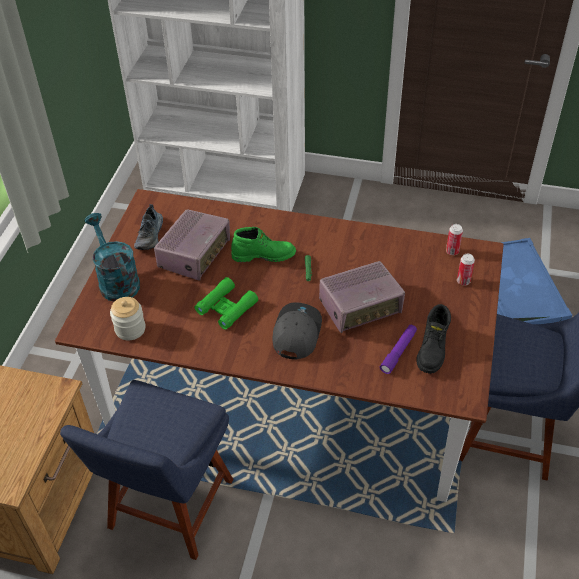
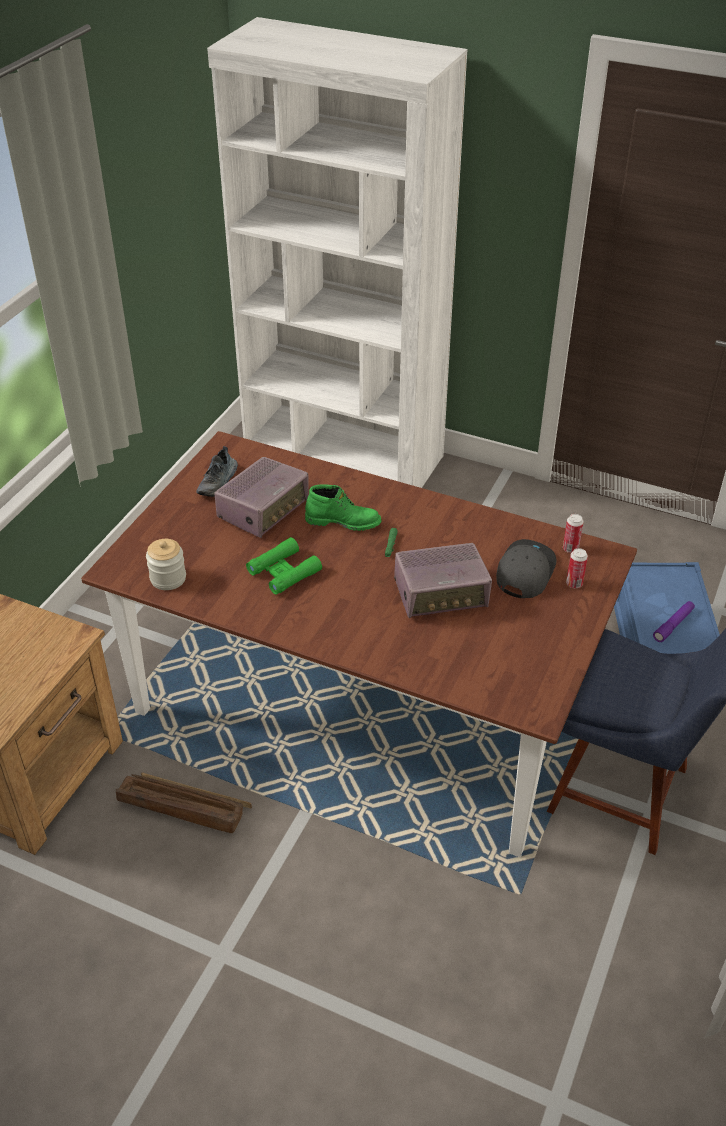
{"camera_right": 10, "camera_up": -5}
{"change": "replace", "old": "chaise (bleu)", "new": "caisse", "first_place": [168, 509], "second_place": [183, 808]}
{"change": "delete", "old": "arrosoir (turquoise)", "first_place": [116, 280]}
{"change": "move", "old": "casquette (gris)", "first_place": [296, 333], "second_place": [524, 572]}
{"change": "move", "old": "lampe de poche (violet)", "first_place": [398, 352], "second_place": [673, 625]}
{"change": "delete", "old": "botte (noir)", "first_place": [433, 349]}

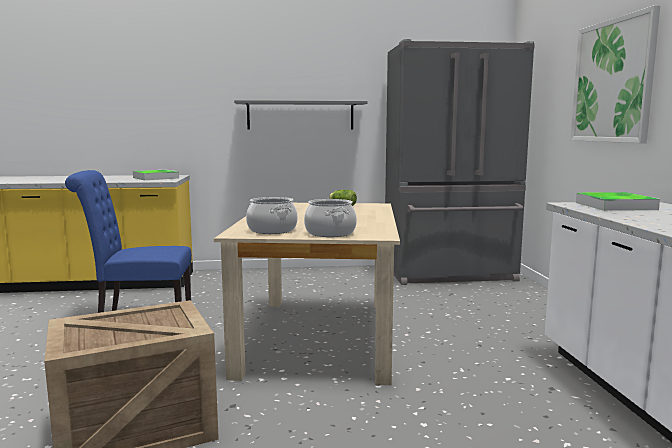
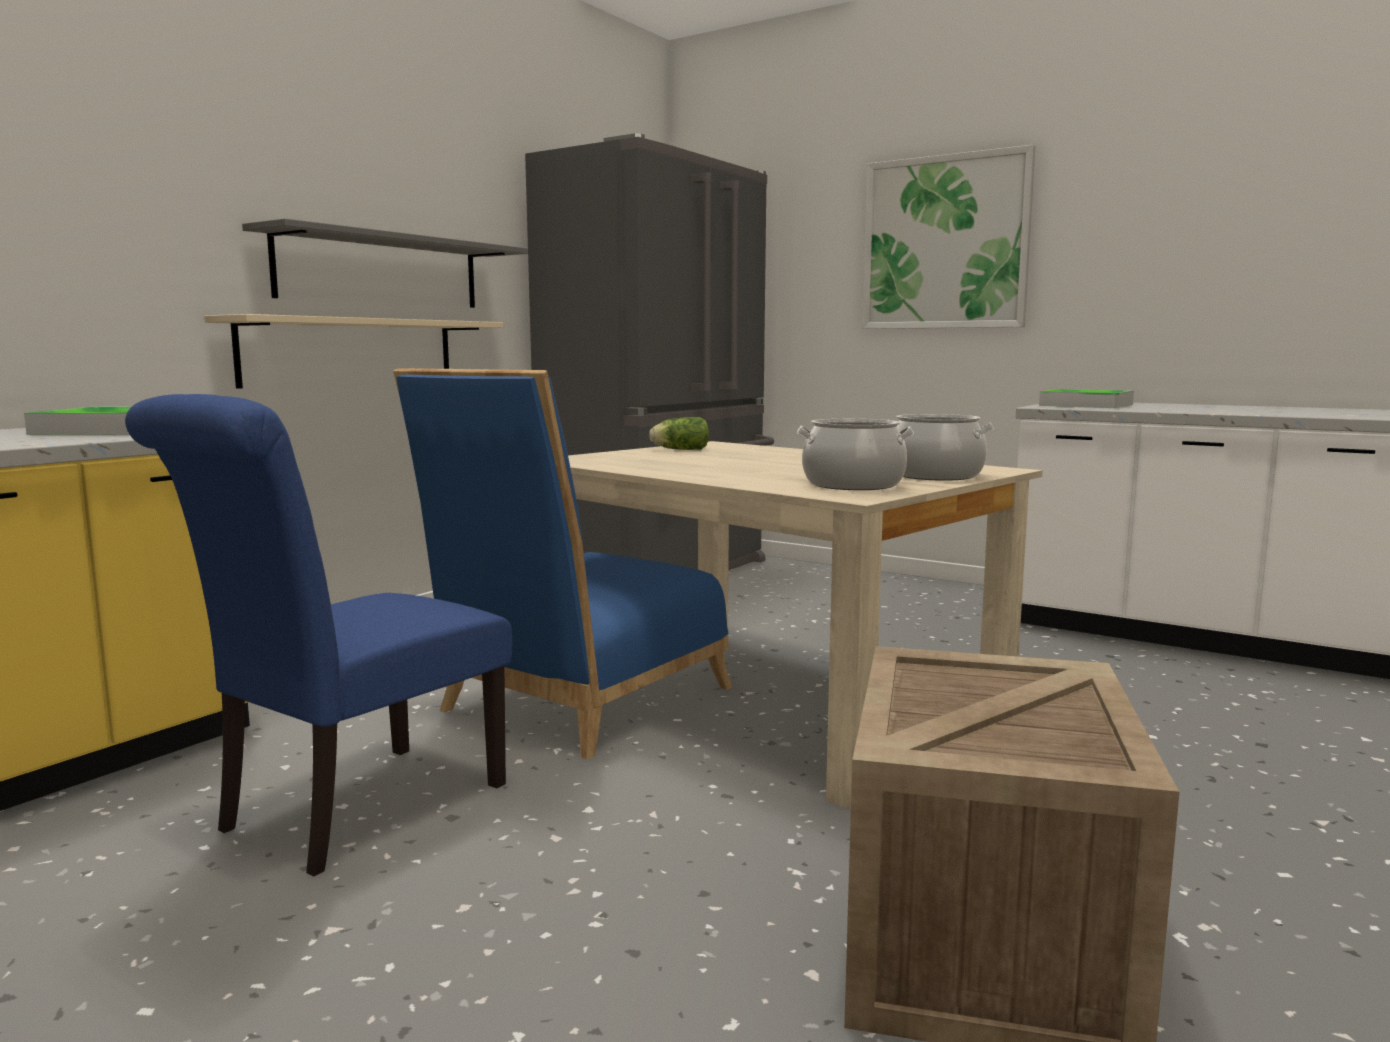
{"camera_right": -50, "camera_up": 0}
{"change": "insert", "new": "étagère (beige)", "second_place": [351, 352]}
{"change": "insert", "new": "chaise (bleu)", "second_place": [576, 704]}

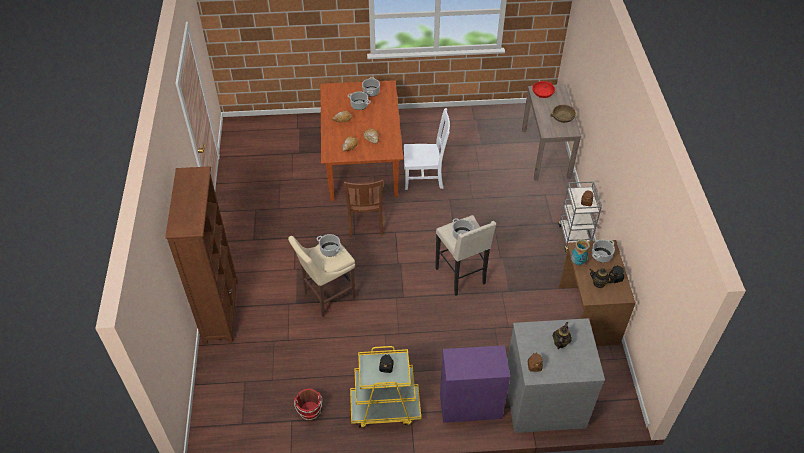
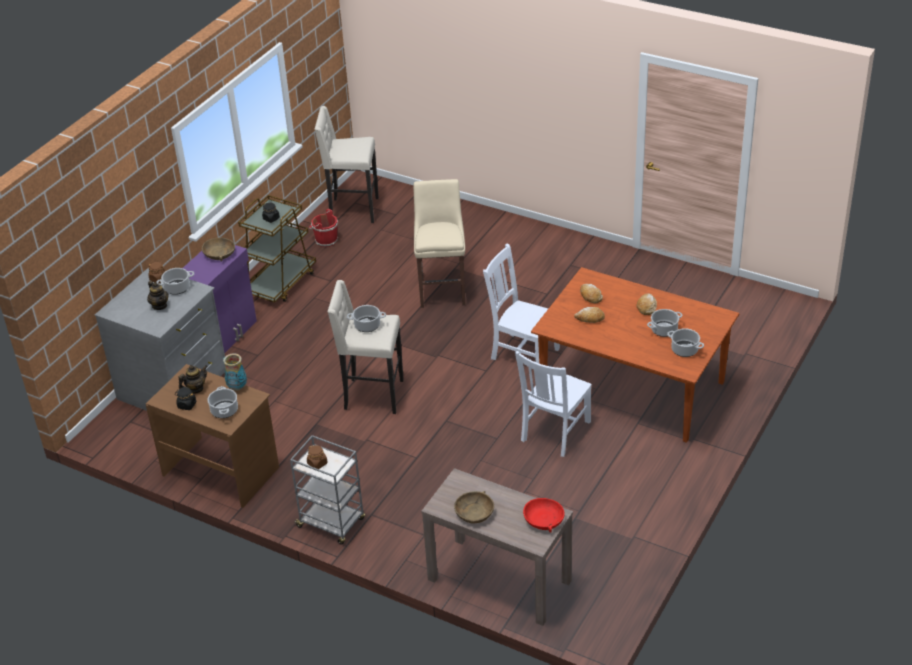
{"camera_right": 125, "camera_up": -10}
{"change": "delete", "old": "bibliothèque (marron)", "first_place": [221, 311]}
{"change": "move", "old": "marmite", "first_place": [330, 250], "second_place": [177, 288]}
{"change": "recolor", "old": "chaise (marron)", "new": "chaise (blanc)", "first_place": [365, 222], "second_place": [523, 353]}
{"change": "recolor", "old": "chariot (jaune)", "new": "chariot (marron)", "first_place": [385, 408], "second_place": [280, 283]}
{"change": "insert", "new": "bol (marron)", "second_place": [219, 253]}
{"change": "insert", "new": "tabouret (beige)", "second_place": [352, 210]}

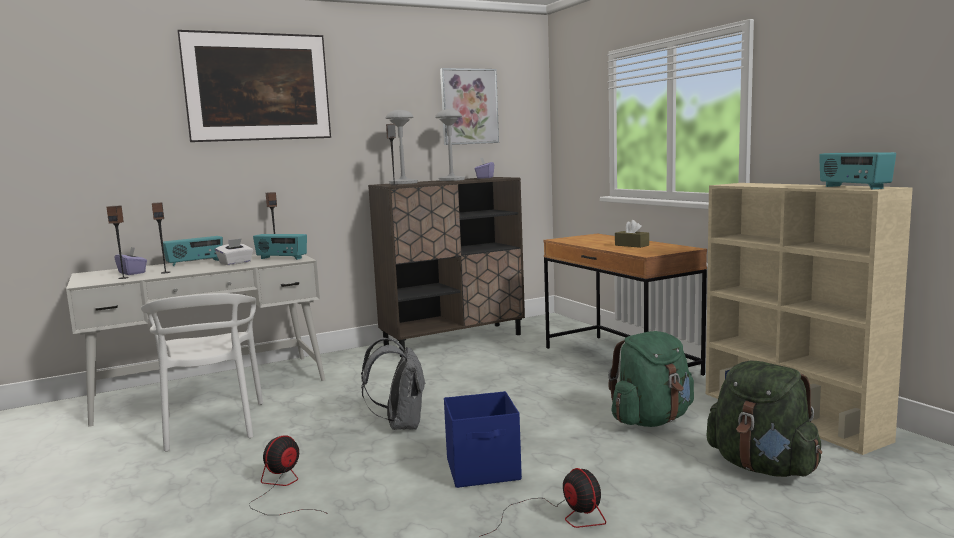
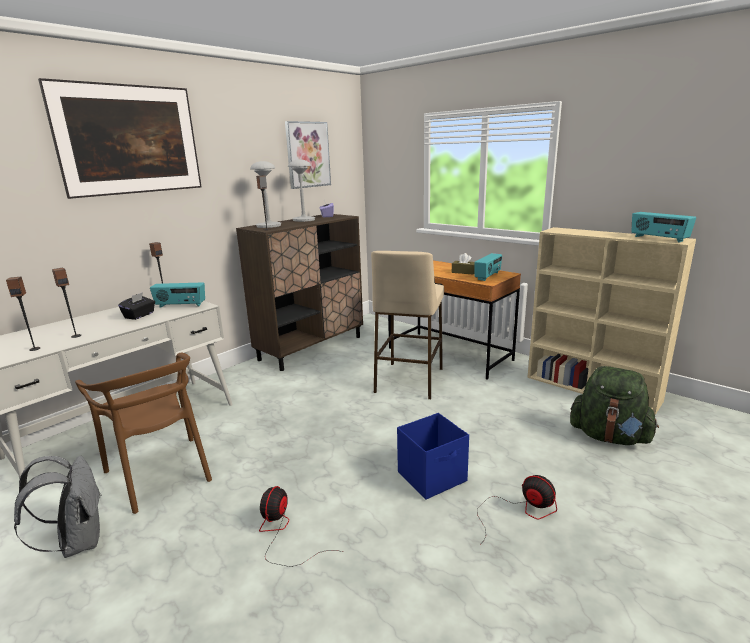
{"camera_right": -20, "camera_up": 10}
{"change": "delete", "old": "boîte à mouchoirs (violet)", "first_place": [132, 273]}
{"change": "recolor", "old": "chaise (blanc)", "new": "chaise (marron)", "first_place": [212, 425], "second_place": [161, 473]}
{"change": "move", "old": "radio", "first_place": [195, 263], "second_place": [488, 276]}
{"change": "recolor", "old": "boîte à mouchoirs (blanc)", "new": "boîte à mouchoirs (noir)", "first_place": [236, 263], "second_place": [139, 315]}
{"change": "move", "old": "sac à dos (gris)", "first_place": [400, 425], "second_place": [78, 542]}
{"change": "delete", "old": "sac à dos (vert)", "first_place": [651, 420]}
{"change": "insert", "new": "tabouret (beige)", "second_place": [409, 380]}

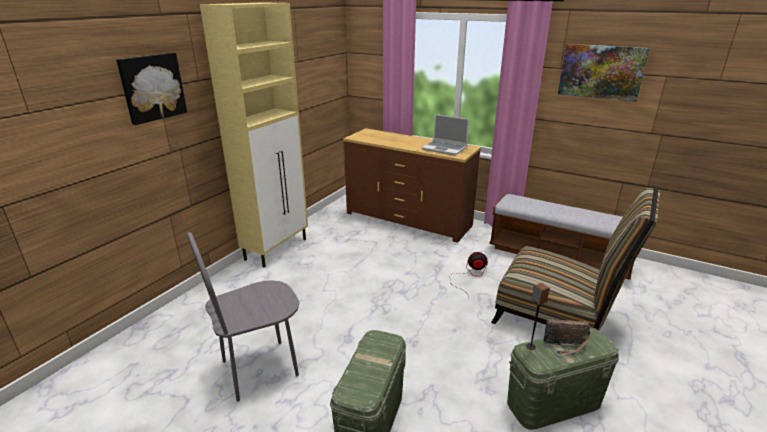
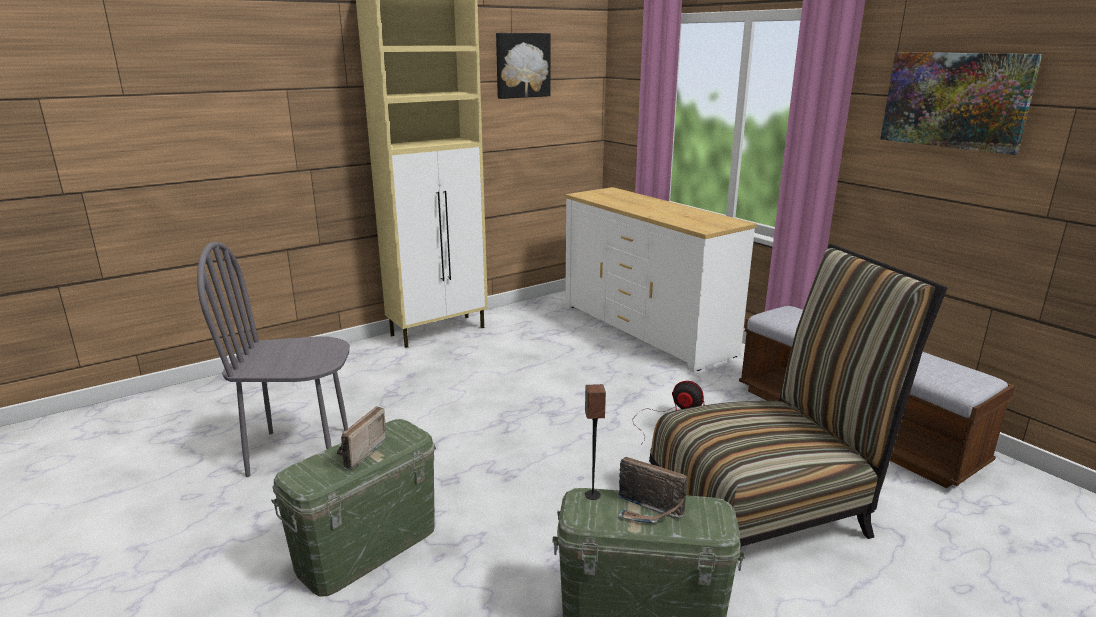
{"camera_right": 25, "camera_up": -5}
{"change": "move", "old": "tableau", "first_place": [152, 87], "second_place": [522, 65]}
{"change": "recolor", "old": "commode (marron)", "new": "commode (blanc)", "first_place": [408, 219], "second_place": [646, 330]}
{"change": "delete", "old": "ordinateur portable", "first_place": [445, 149]}
{"change": "rotate", "old": "chaise", "first_place": [558, 318], "second_place": [766, 507], "degrees": -75}
{"change": "insert", "new": "radio", "second_place": [357, 453]}

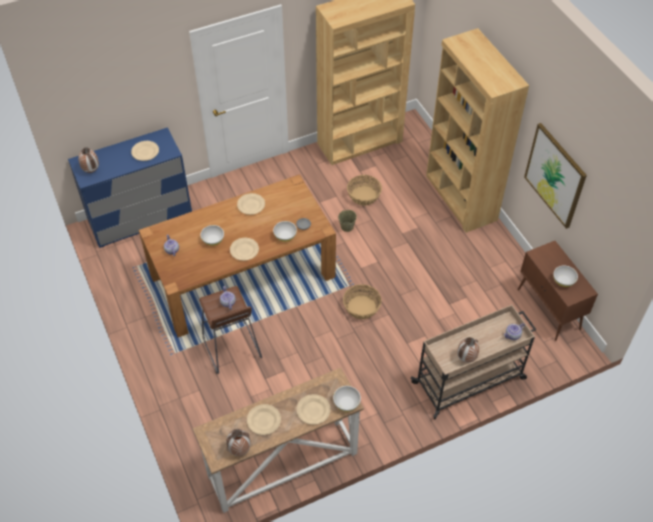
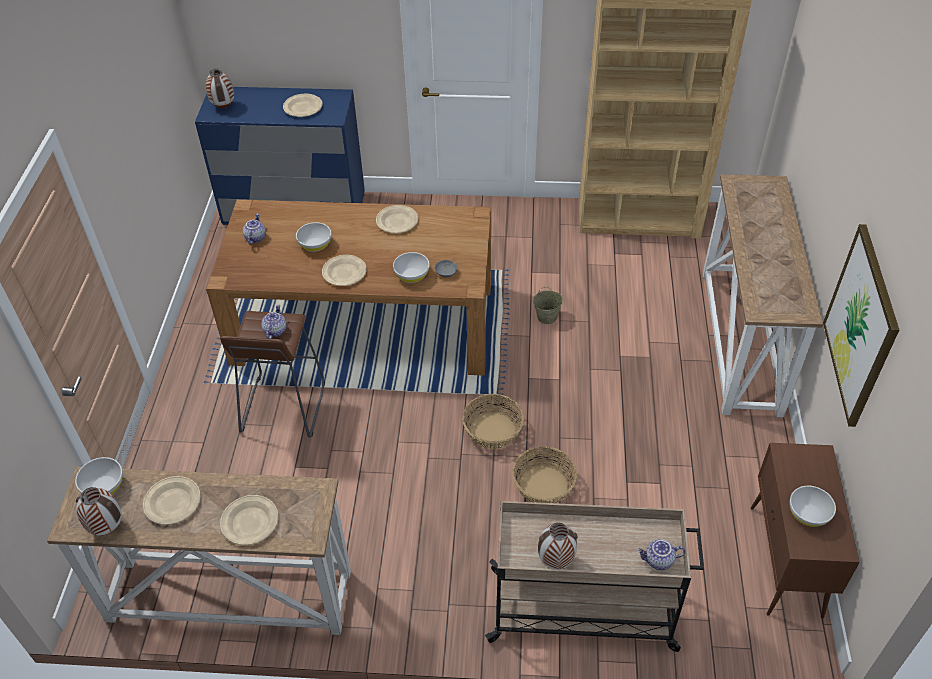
{"camera_right": 30, "camera_up": -5}
{"change": "move", "old": "bol (blanc)", "first_place": [346, 403], "second_place": [104, 487]}
{"change": "move", "old": "panier", "first_place": [364, 196], "second_place": [544, 486]}
{"change": "replace", "old": "bibliothèque (marron)", "new": "table console", "first_place": [460, 198], "second_place": [741, 342]}

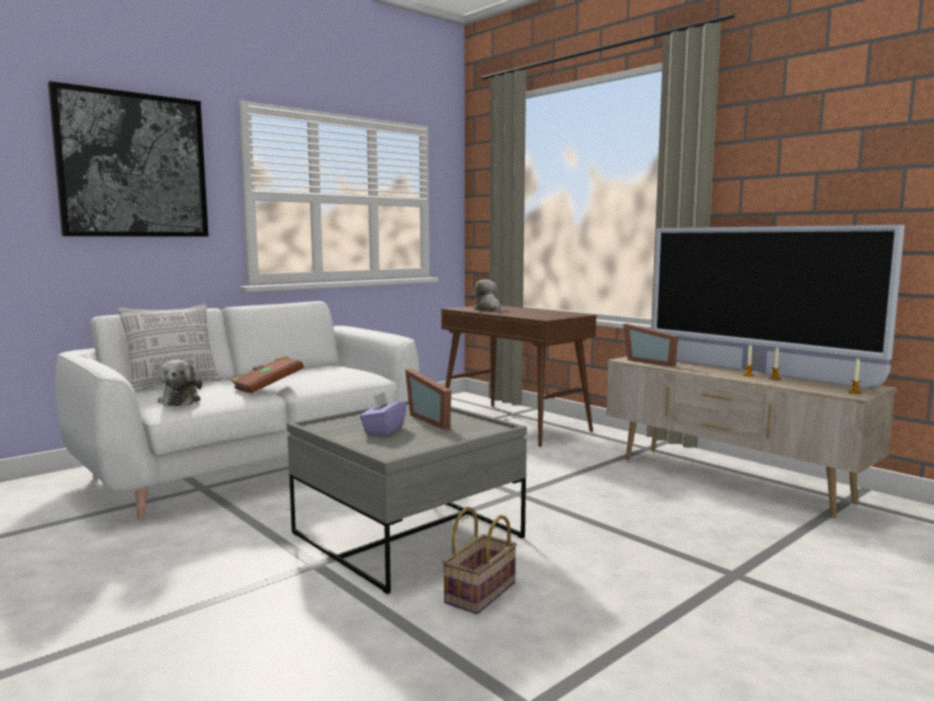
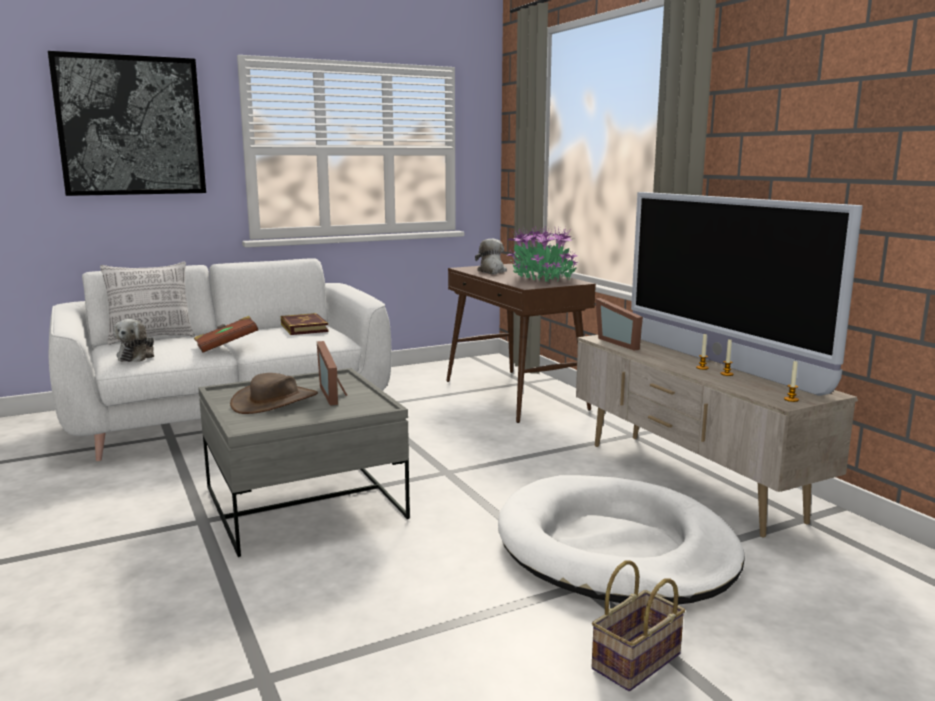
{"camera_right": 15, "camera_up": 5}
{"change": "replace", "old": "boîte à mouchoirs (violet)", "new": "chapeau (marron)", "first_place": [383, 430], "second_place": [275, 401]}
{"change": "move", "old": "panier", "first_place": [480, 594], "second_place": [636, 663]}
{"change": "insert", "new": "livre", "second_place": [304, 328]}
{"change": "insert", "new": "panier pour chien (blanc)", "second_place": [615, 548]}
{"change": "insert", "new": "plante en pot", "second_place": [543, 278]}

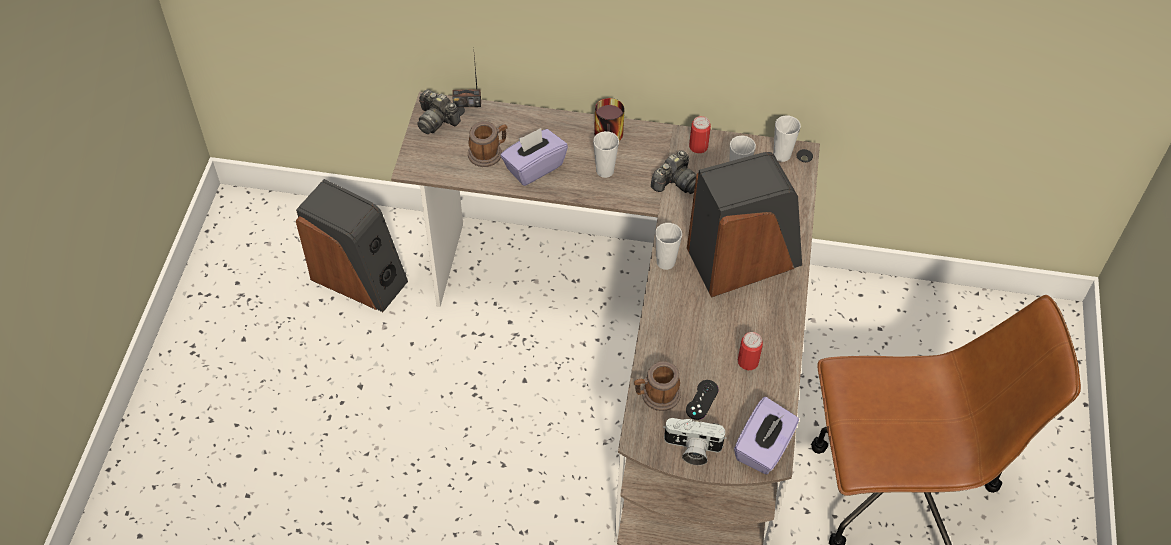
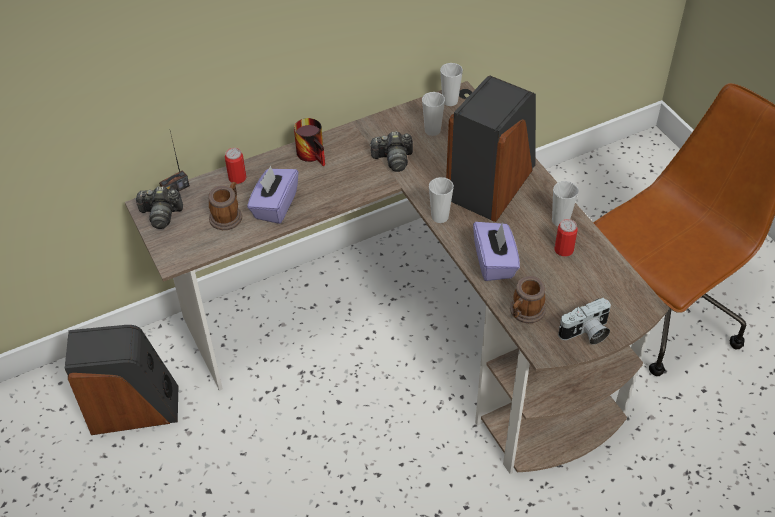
{"camera_right": -35, "camera_up": -5}
{"change": "move", "old": "tasse", "first_place": [605, 171], "second_place": [560, 221]}
{"change": "rotate", "old": "appareil photo", "first_place": [675, 183], "second_place": [393, 159], "degrees": 75}
{"change": "delete", "old": "manette (noir)", "first_place": [702, 400]}
{"change": "move", "old": "boîte métallique", "first_place": [698, 146], "second_place": [237, 178]}
{"change": "move", "old": "boîte à mouchoirs (violet)", "first_place": [764, 448], "second_place": [494, 262]}

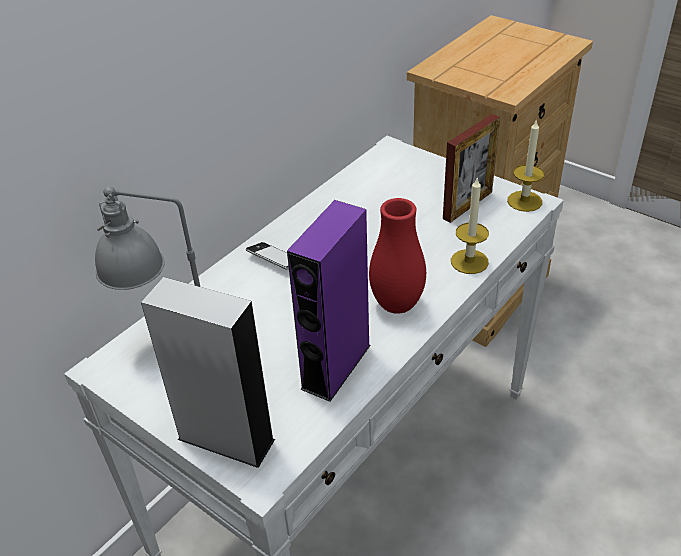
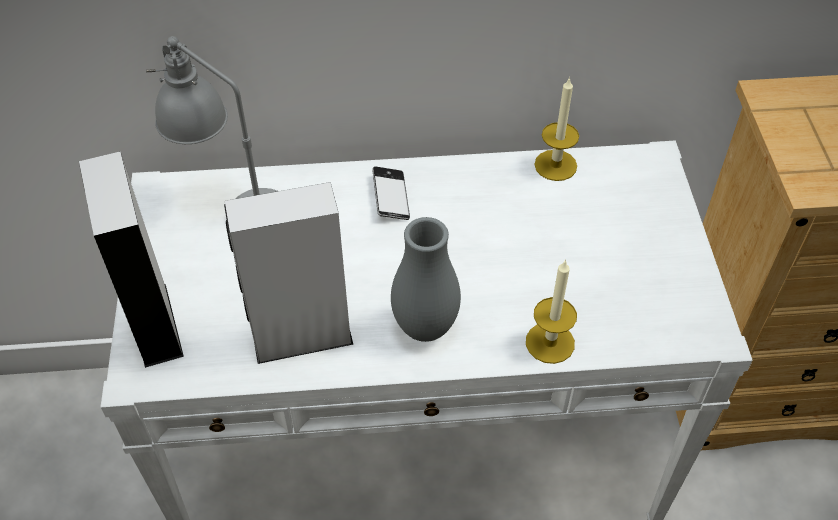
{"camera_right": 45, "camera_up": 10}
{"change": "recolor", "old": "enceinte (violet)", "new": "enceinte (gris)", "first_place": [336, 366], "second_place": [302, 338]}
{"change": "recolor", "old": "vase (rouge)", "new": "vase (gris)", "first_place": [397, 305], "second_place": [425, 327]}
{"change": "delete", "old": "cadre photo", "first_place": [467, 205]}
{"change": "move", "old": "bougie", "first_place": [524, 201], "second_place": [555, 165]}

